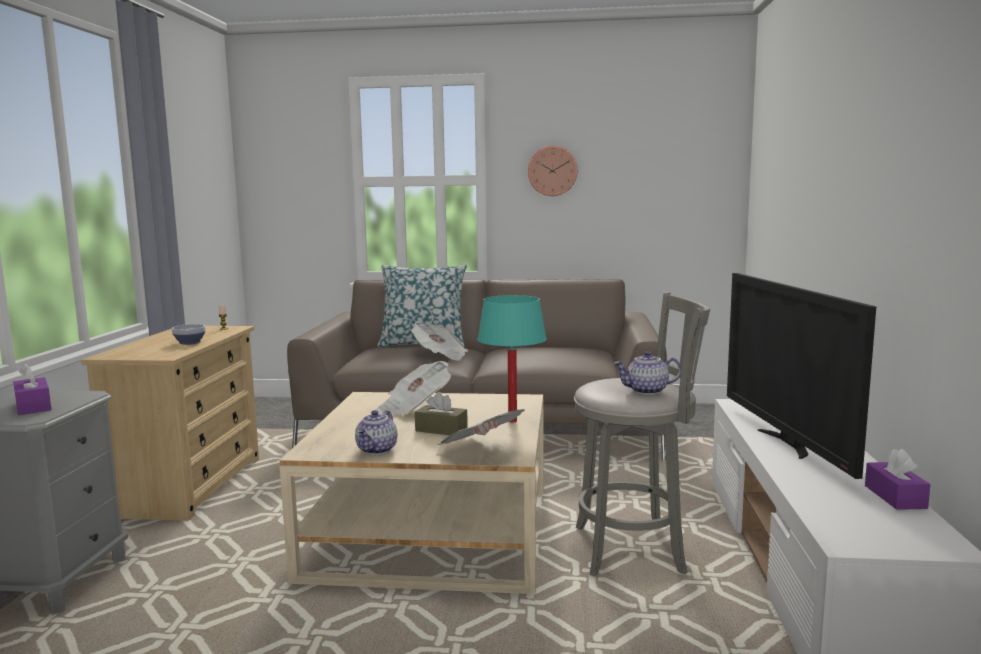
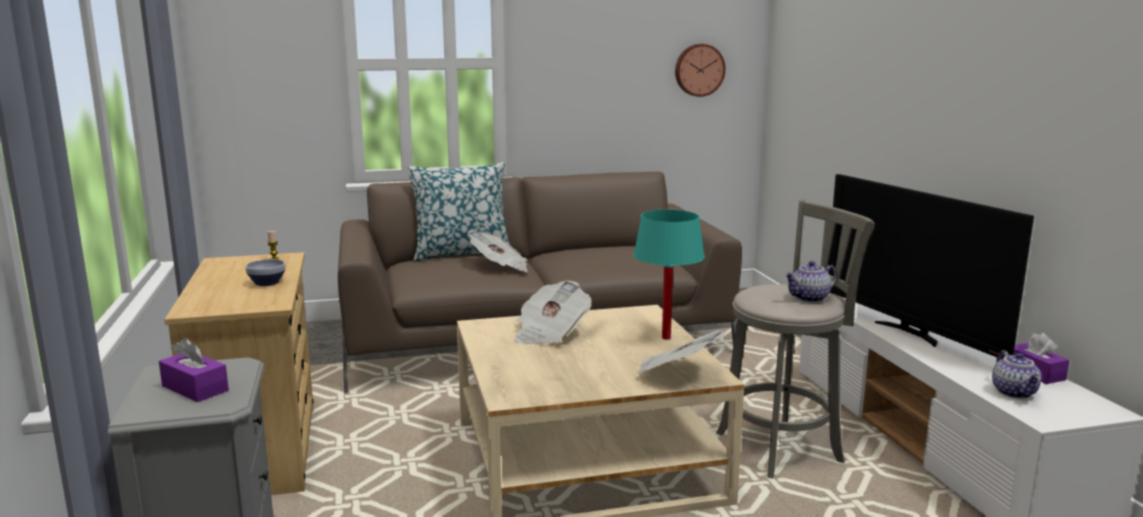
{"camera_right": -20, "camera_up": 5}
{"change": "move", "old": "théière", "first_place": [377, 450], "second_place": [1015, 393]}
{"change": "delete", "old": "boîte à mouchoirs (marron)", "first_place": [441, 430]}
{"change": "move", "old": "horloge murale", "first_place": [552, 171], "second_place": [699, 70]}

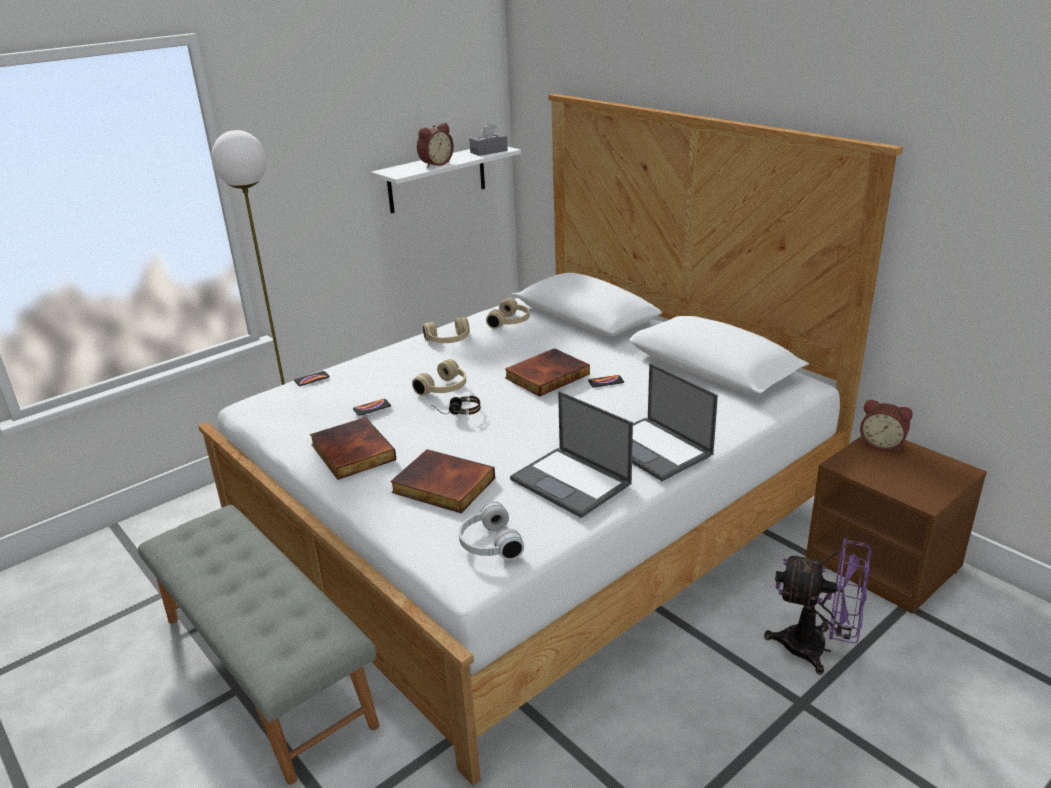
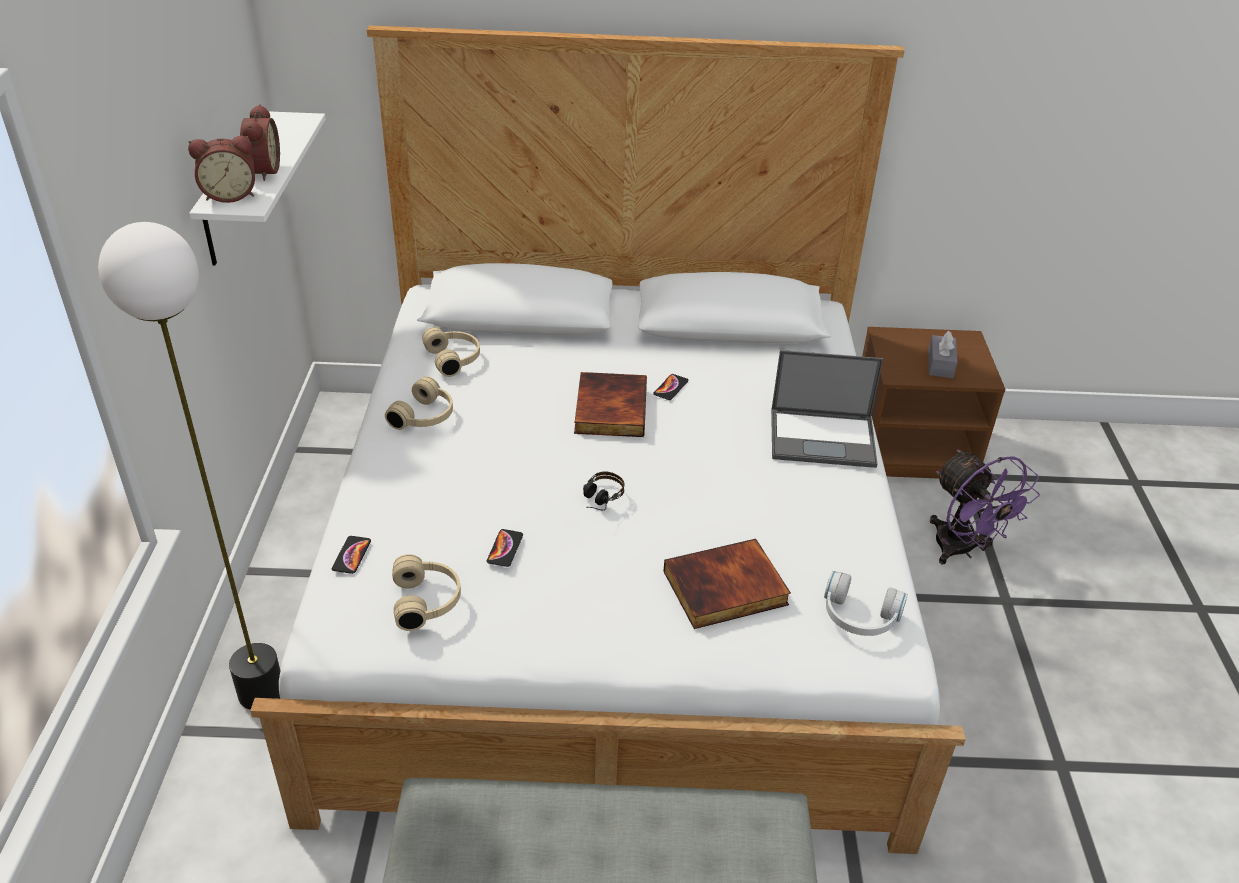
{"camera_right": -50, "camera_up": 10}
{"change": "delete", "old": "livre", "first_place": [351, 452]}
{"change": "move", "old": "casque audio (beige)", "first_place": [445, 389], "second_place": [428, 601]}
{"change": "move", "old": "boîte à mouchoirs (gris)", "first_place": [488, 151], "second_place": [940, 364]}
{"change": "delete", "old": "ordinateur portable", "first_place": [572, 482]}
{"change": "rotate", "old": "ventilateur (violet)", "first_place": [816, 649], "second_place": [962, 550], "degrees": 90}
{"change": "move", "old": "réveil", "first_place": [882, 444], "second_place": [230, 195]}

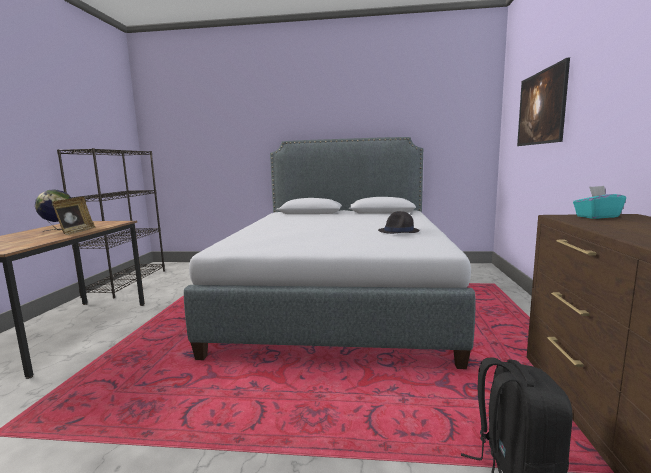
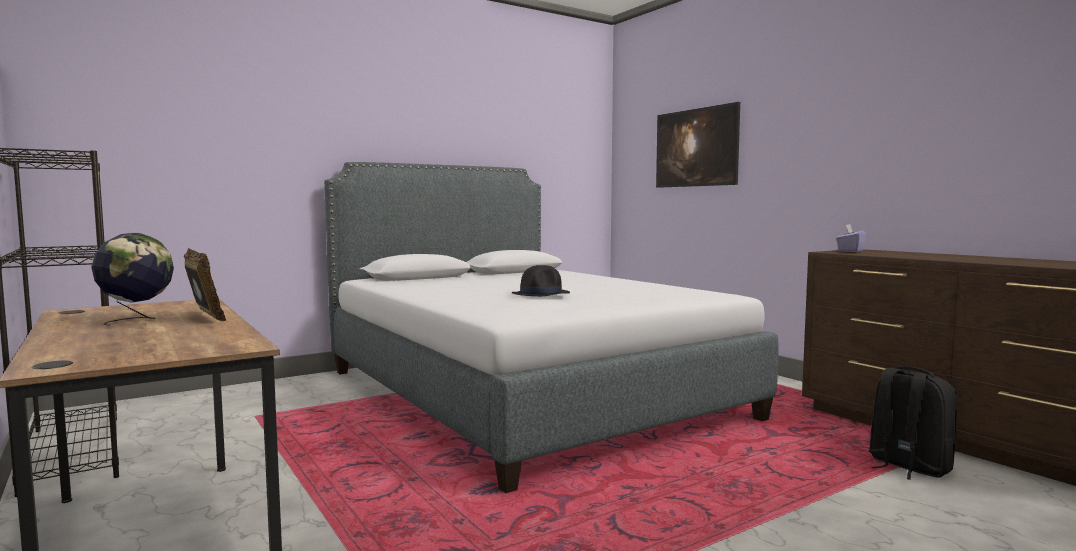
{"camera_right": -40, "camera_up": -5}
{"change": "move", "old": "chapeau (noir)", "first_place": [398, 231], "second_place": [541, 294]}
{"change": "recolor", "old": "boîte à mouchoirs (turquoise)", "new": "boîte à mouchoirs (violet)", "first_place": [596, 217], "second_place": [850, 251]}

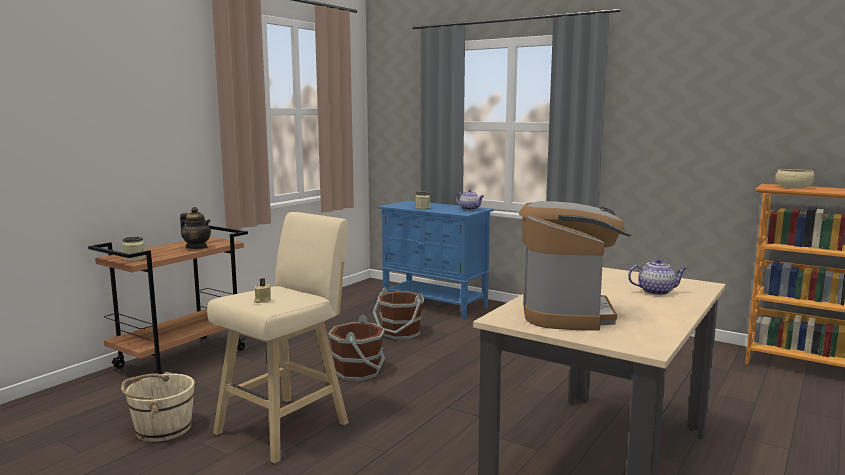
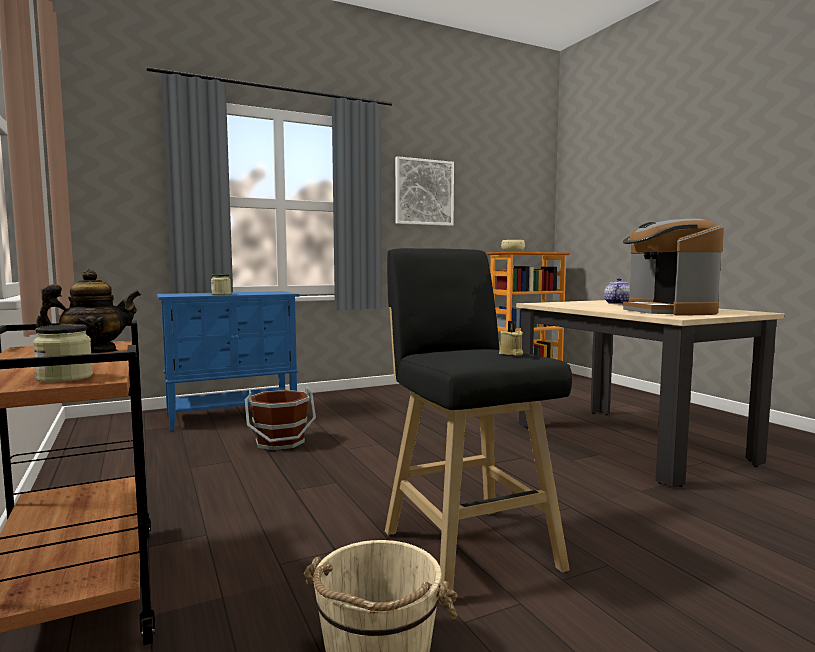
{"camera_right": -60, "camera_up": -5}
{"change": "recolor", "old": "tabouret (beige)", "new": "tabouret (noir)", "first_place": [287, 426], "second_place": [466, 546]}
{"change": "delete", "old": "seau (marron)", "first_place": [358, 371]}
{"change": "delete", "old": "théière", "first_place": [470, 209]}
{"change": "rotate", "old": "machine à café", "first_place": [567, 313], "second_place": [667, 311], "degrees": -135}
{"change": "insert", "new": "tableau", "second_place": [424, 192]}

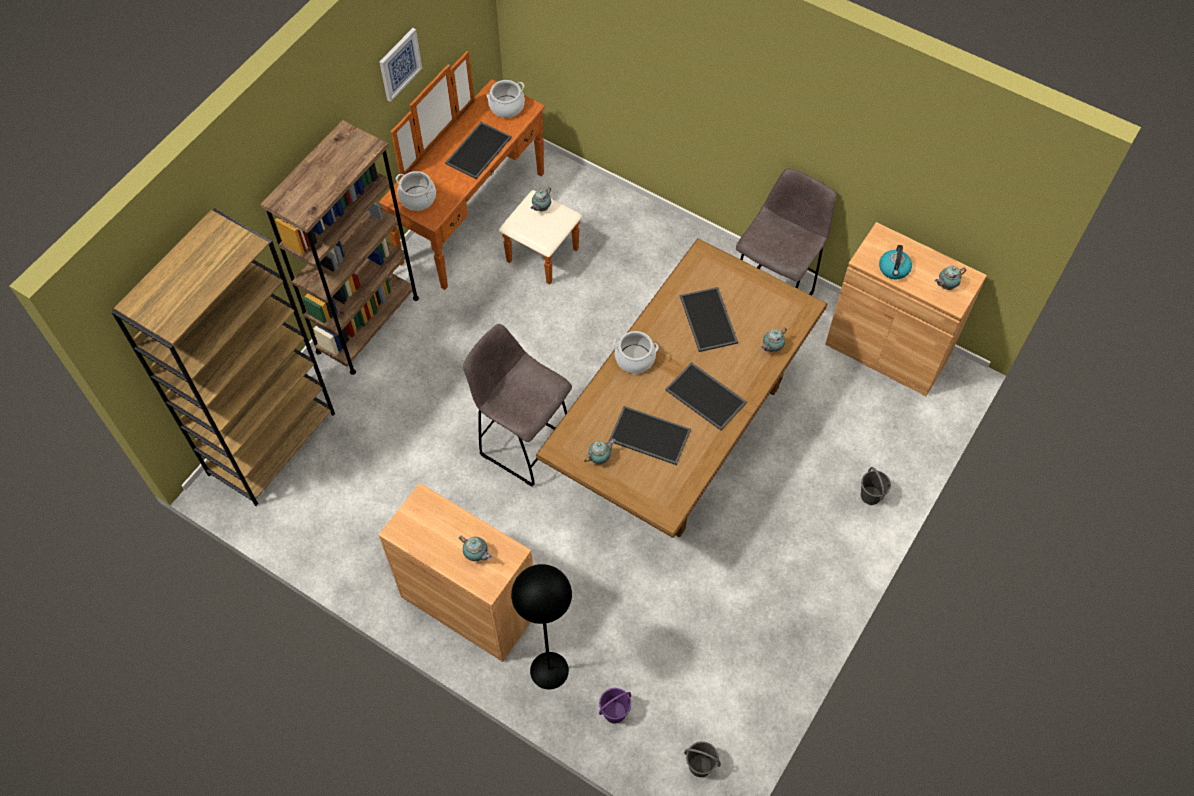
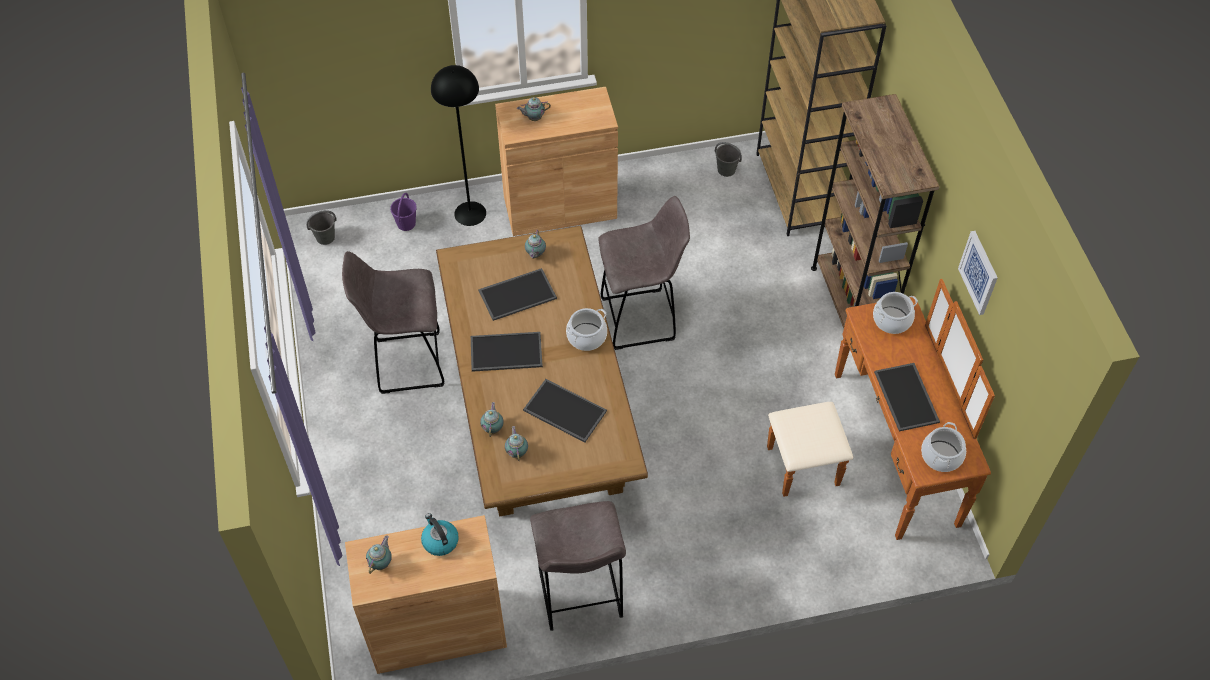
{"camera_right": 135, "camera_up": -5}
{"change": "move", "old": "théière", "first_place": [541, 208], "second_place": [517, 452]}
{"change": "move", "old": "seau (gris)", "first_place": [870, 495], "second_place": [726, 170]}
{"change": "insert", "new": "tabouret (gris)", "second_place": [407, 363]}

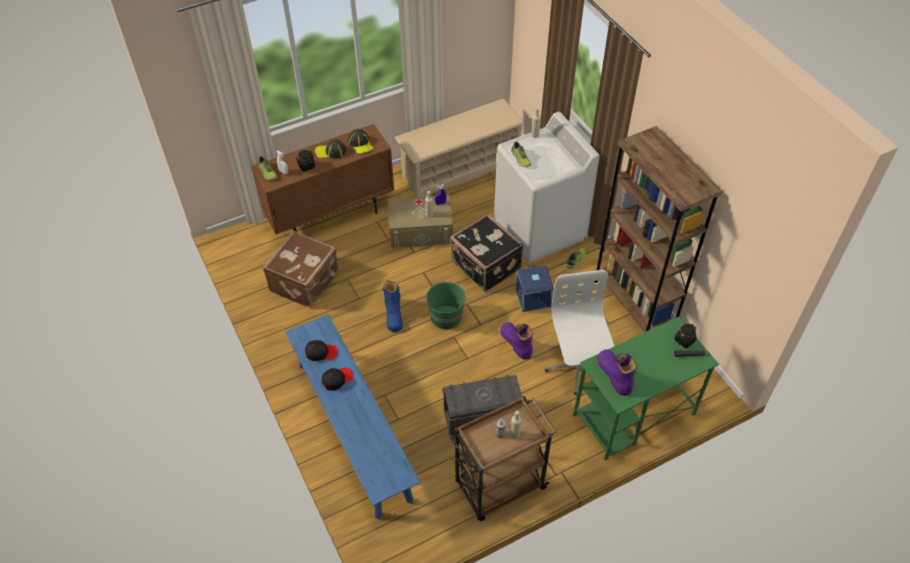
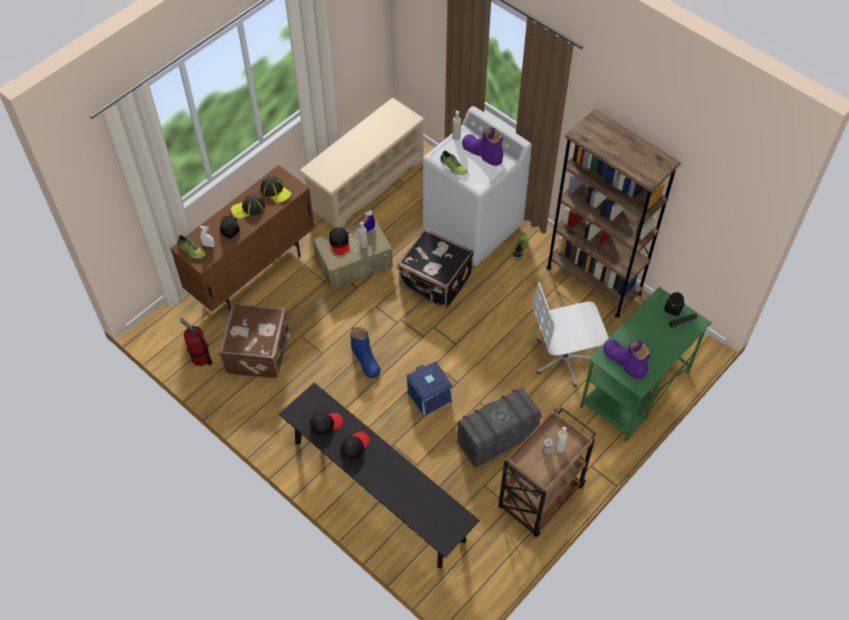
{"camera_right": -20, "camera_up": 5}
{"change": "recolor", "old": "banc (bleu)", "new": "banc (noir)", "first_place": [353, 430], "second_place": [378, 490]}
{"change": "delete", "old": "seau (vert)", "first_place": [446, 316]}
{"change": "move", "old": "botte (violet)", "first_place": [516, 343], "second_place": [482, 153]}
{"change": "move", "old": "boîte de rangement (bleu)", "first_place": [534, 298], "second_place": [430, 397]}
{"change": "rotate", "old": "chaise de bureau (blanc)", "first_place": [577, 367], "second_place": [565, 359], "degrees": -75}
{"change": "insert", "new": "extincteur", "second_place": [200, 358]}
{"change": "insert", "new": "casquette (noir)", "second_place": [339, 243]}

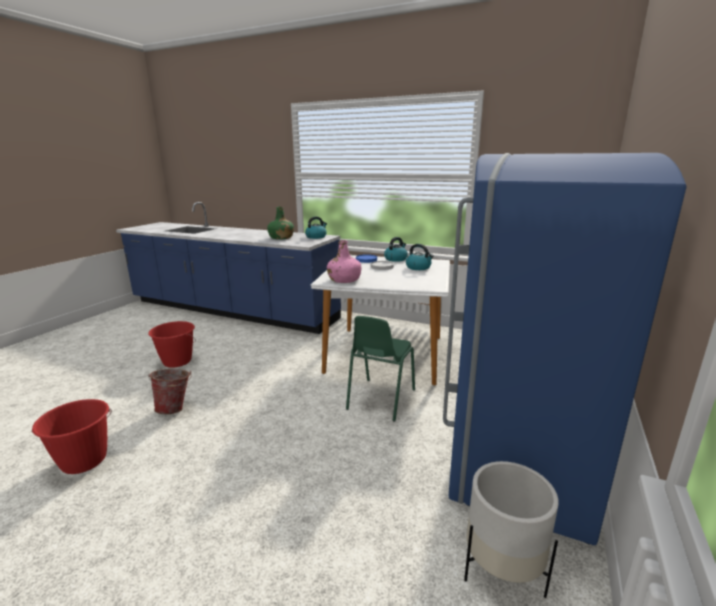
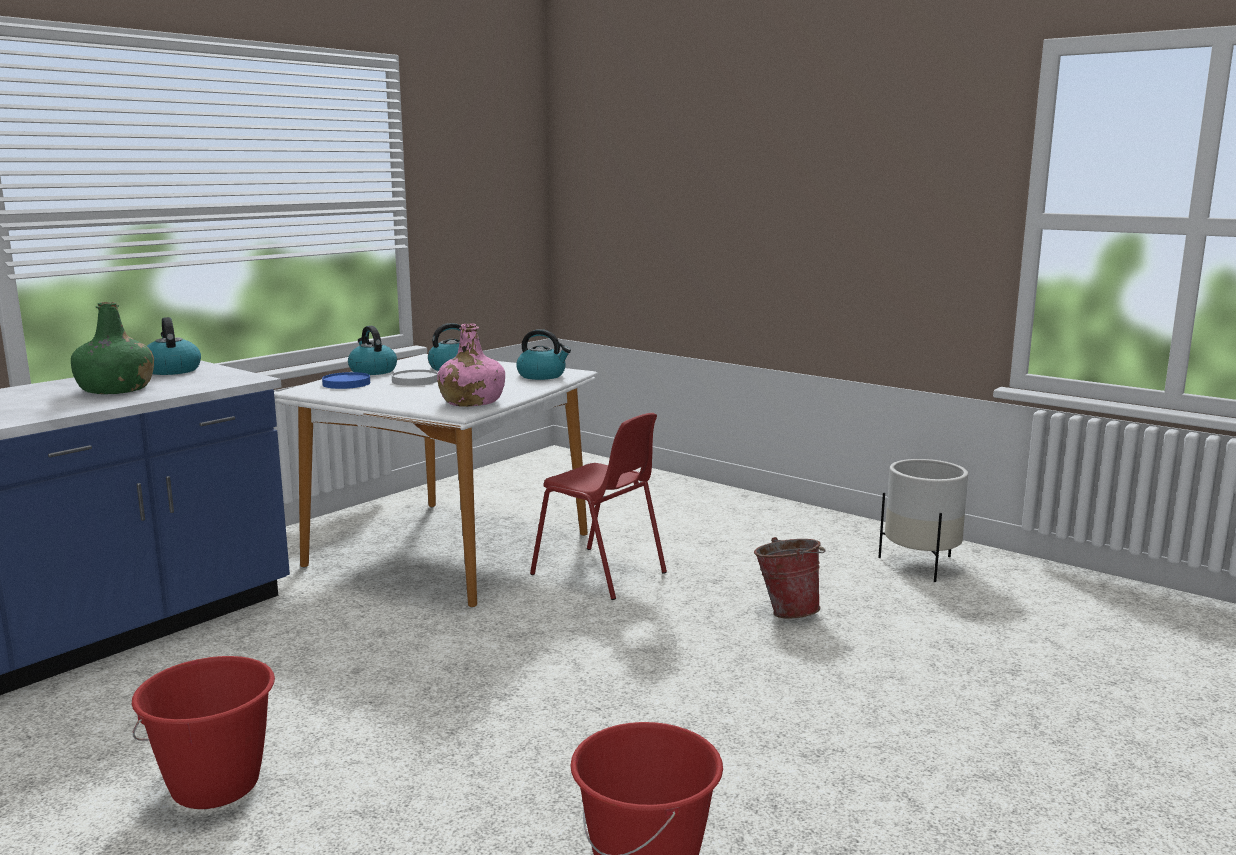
{"camera_right": -75, "camera_up": -5}
{"change": "move", "old": "seau", "first_place": [175, 408], "second_place": [787, 611]}
{"change": "recolor", "old": "chaise (vert)", "new": "chaise (rouge)", "first_place": [380, 399], "second_place": [600, 574]}
{"change": "delete", "old": "réfrigérateur (bleu)", "first_place": [519, 459]}
{"change": "insert", "new": "bouilloire", "second_place": [542, 376]}

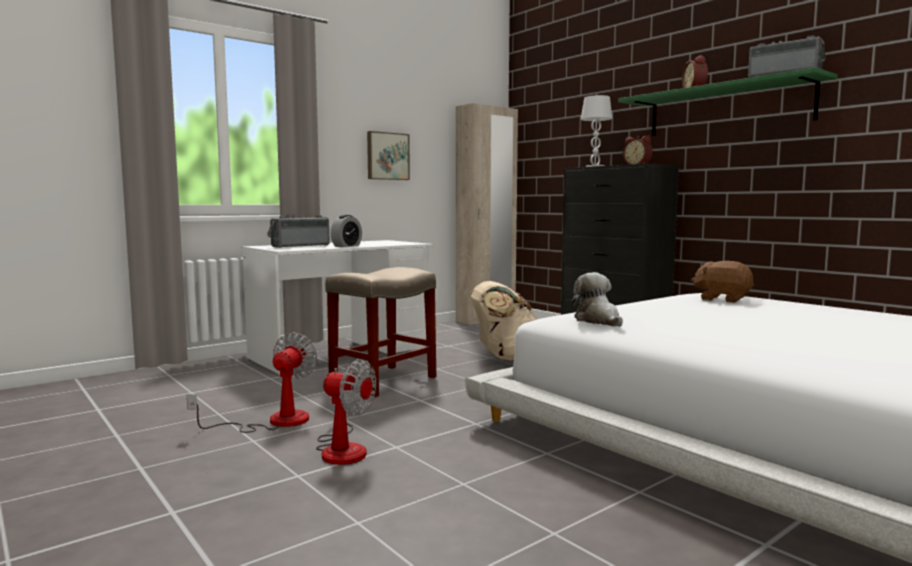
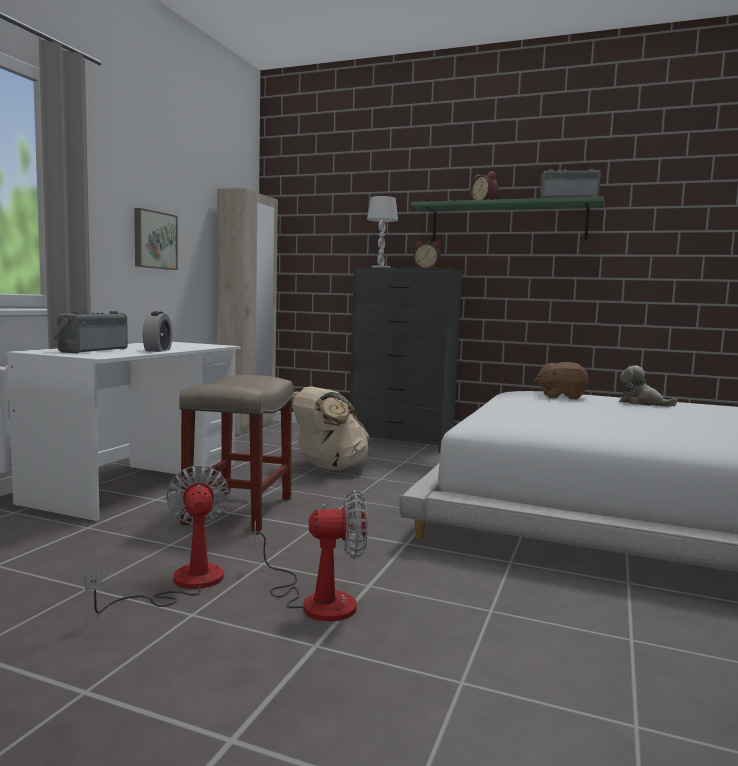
{"camera_right": -30, "camera_up": 0}
{"change": "move", "old": "peluche", "first_place": [598, 321], "second_place": [642, 403]}

